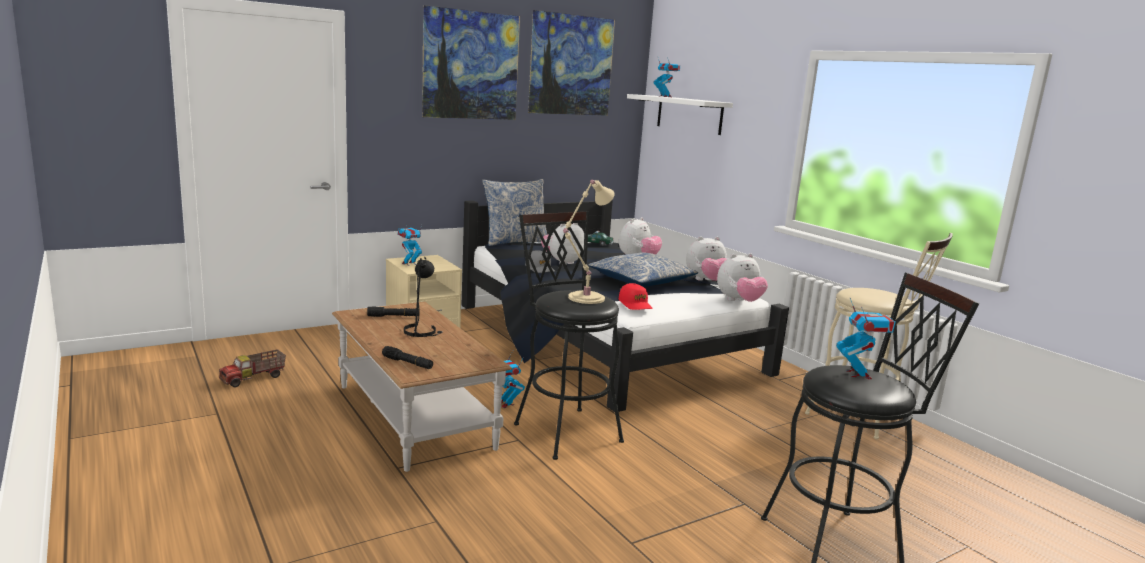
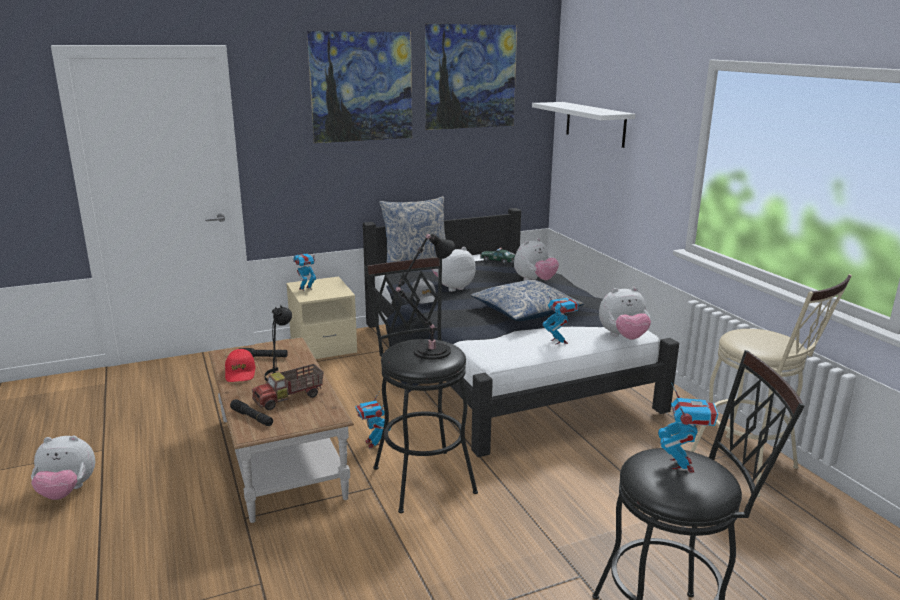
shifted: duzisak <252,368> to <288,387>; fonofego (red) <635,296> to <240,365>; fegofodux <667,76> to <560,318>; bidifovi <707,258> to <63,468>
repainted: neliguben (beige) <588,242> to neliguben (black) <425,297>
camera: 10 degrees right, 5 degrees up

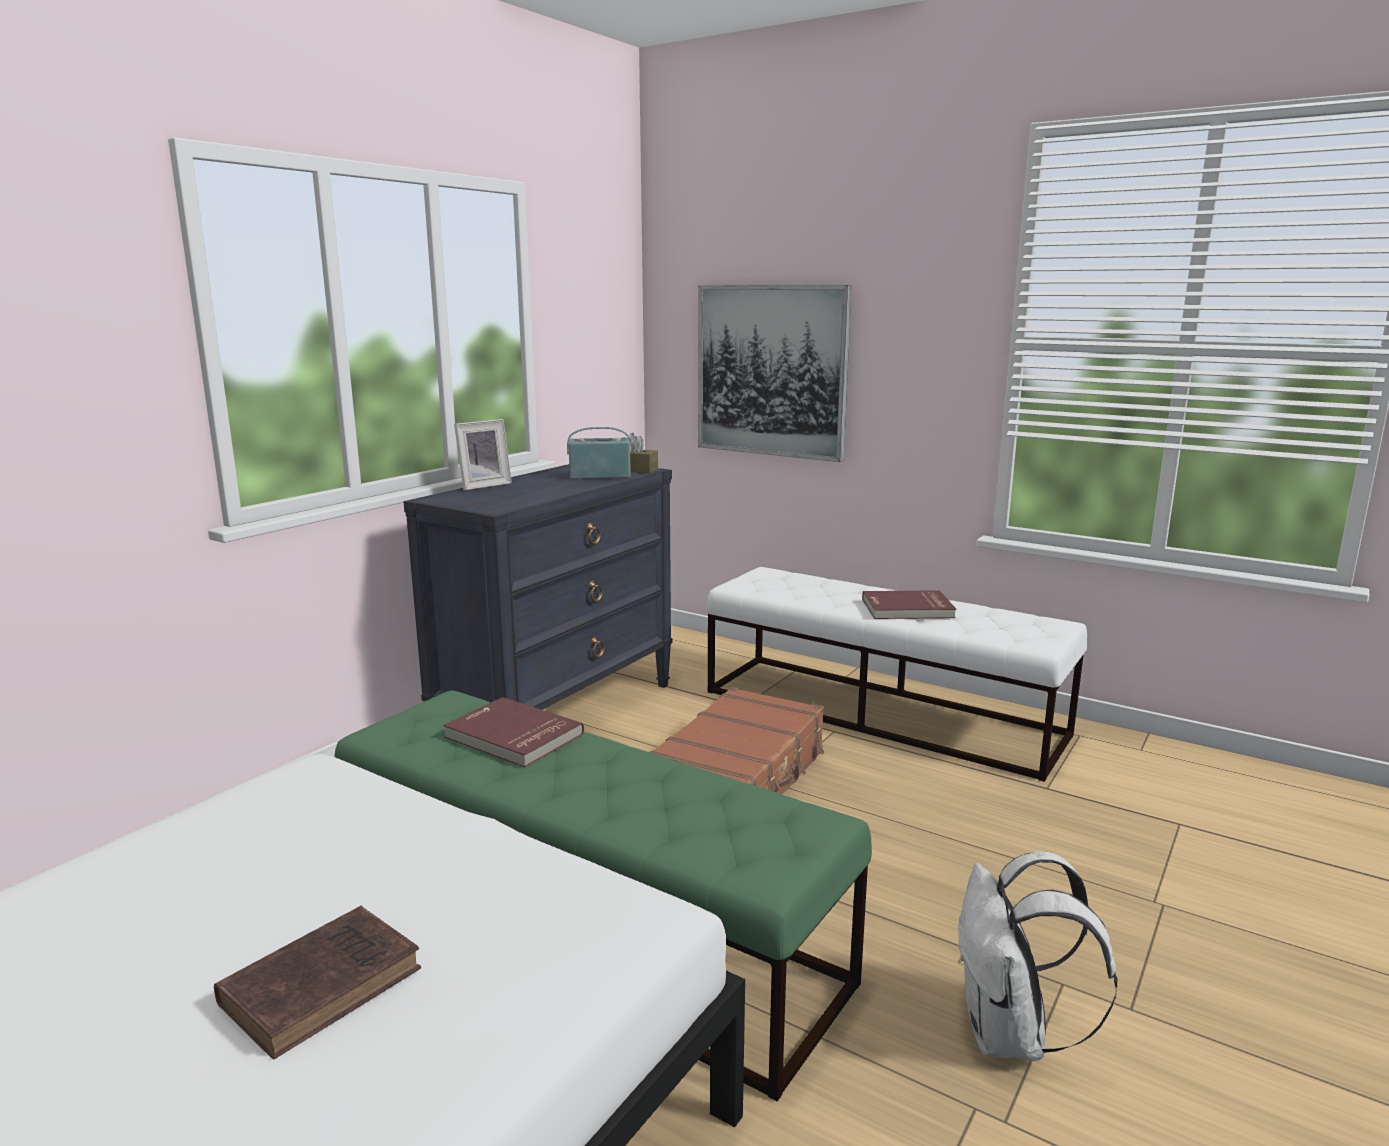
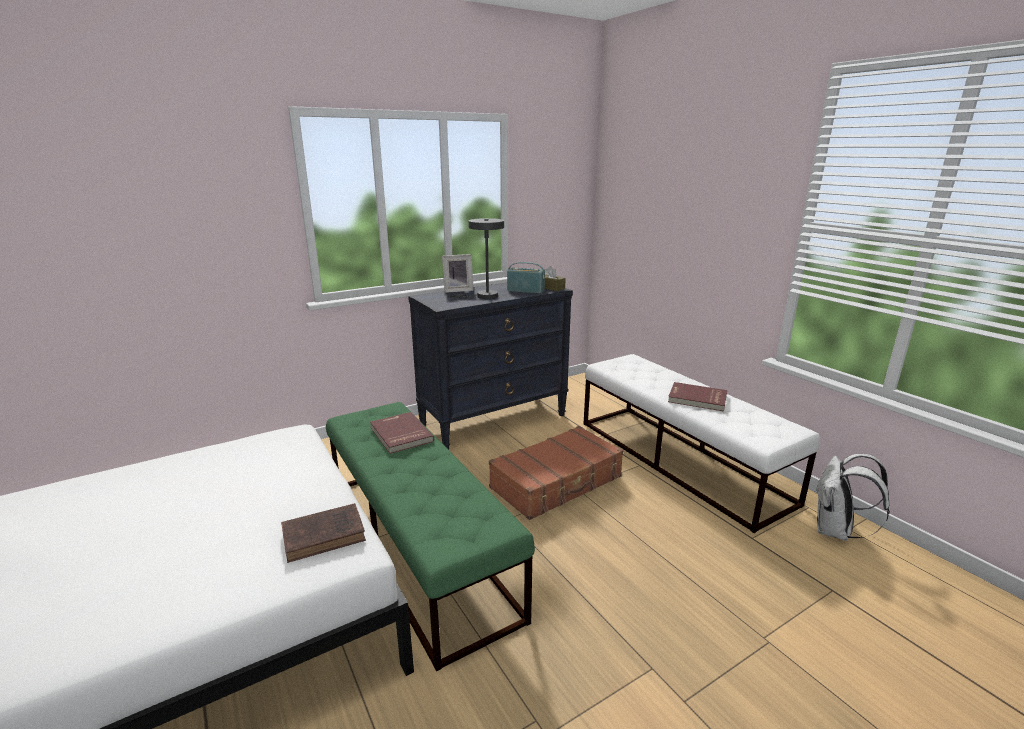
gone: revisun <775,373>
new: neliguben (grey) <477,258>
shifted: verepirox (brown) <317,982> to <323,533>; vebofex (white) <1038,956> to <853,497>
camera: 25 degrees right, 5 degrees up

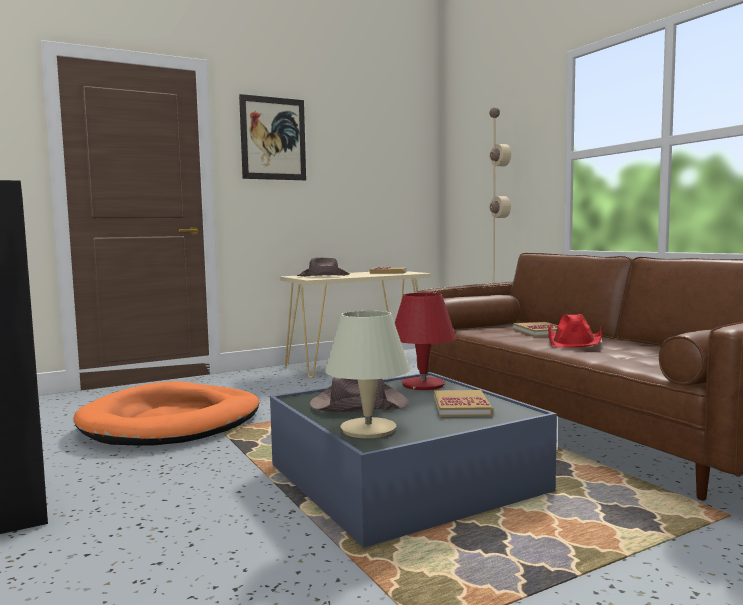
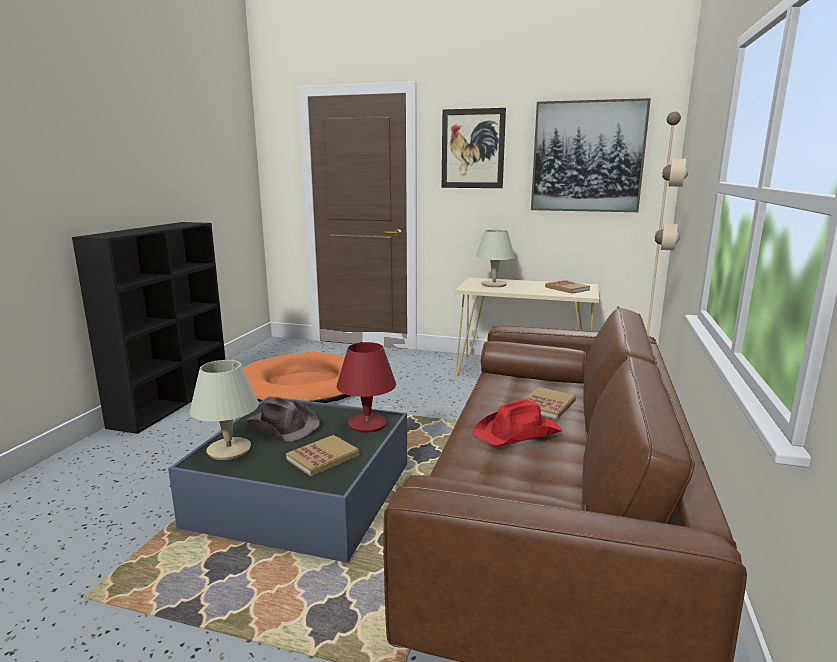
new: revisun <591,155>
swapped: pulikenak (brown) <323,267> to neliguben (beige) <495,258>
camera: 45 degrees right, 10 degrees up

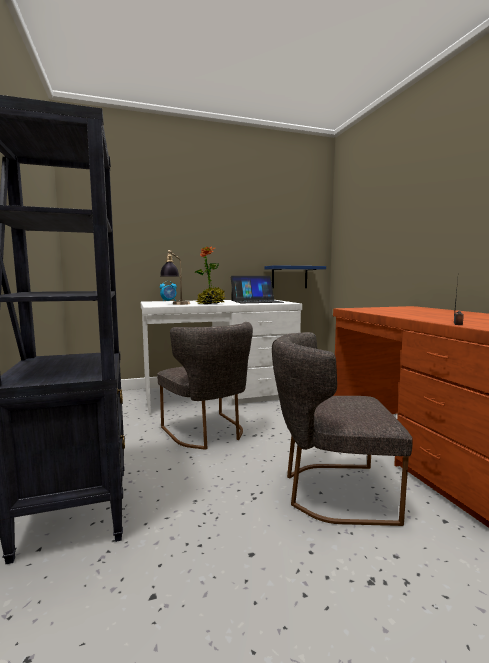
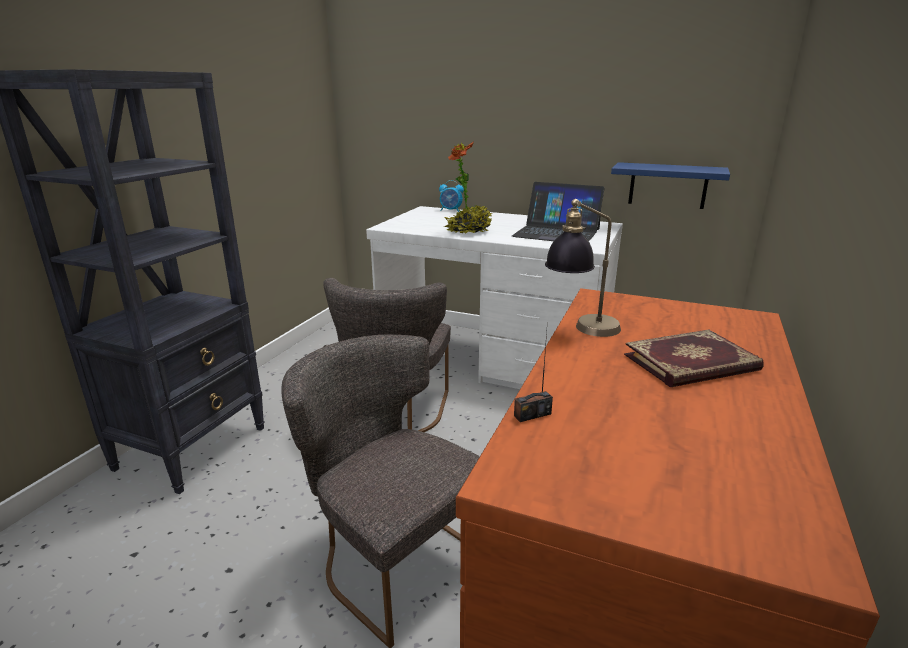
new: verepirox <694,358>
shifted: neliguben <175,277> to <583,268>
camera: 40 degrees right, 15 degrees up

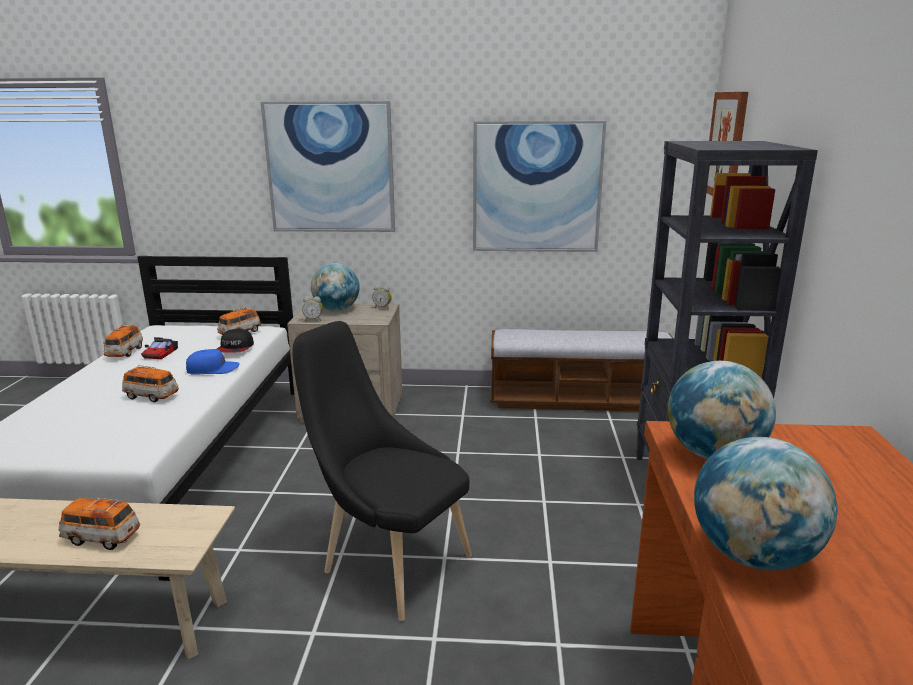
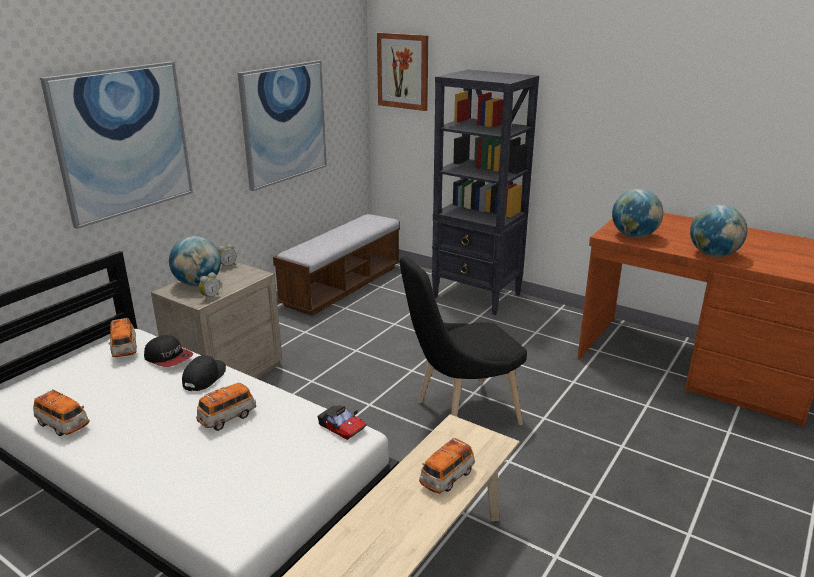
shifted: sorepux <159,348> to <342,422>
repainted: fonofego (blue) <213,362> to fonofego (black) <204,373>
camera: 60 degrees left, 5 degrees up

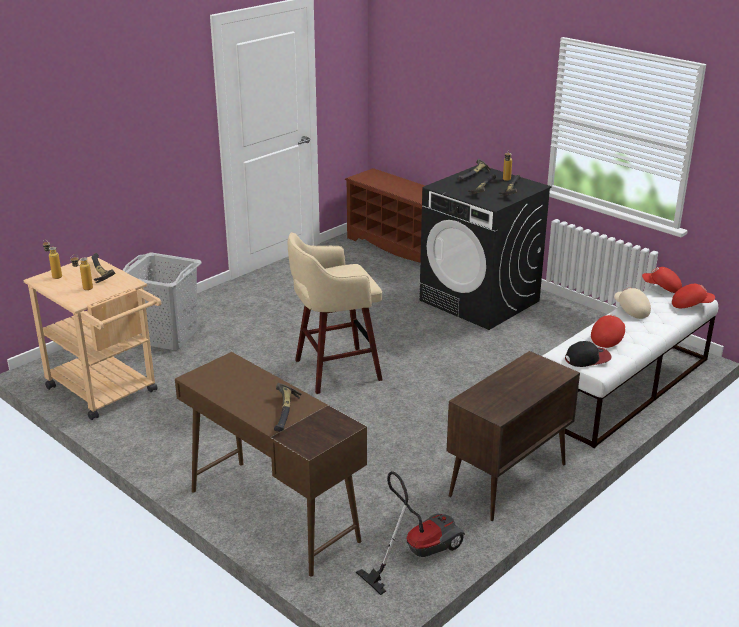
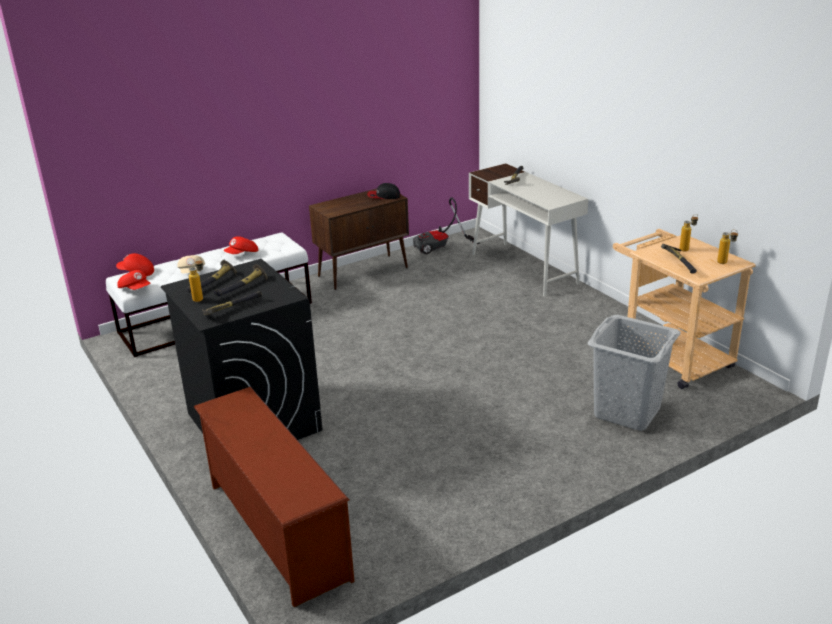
gone: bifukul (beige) <335,313>
shifted: fonofego <588,354> to <384,191>
repainted: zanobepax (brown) <271,464> to zanobepax (white) <528,229>
camera: 165 degrees left, 0 degrees up

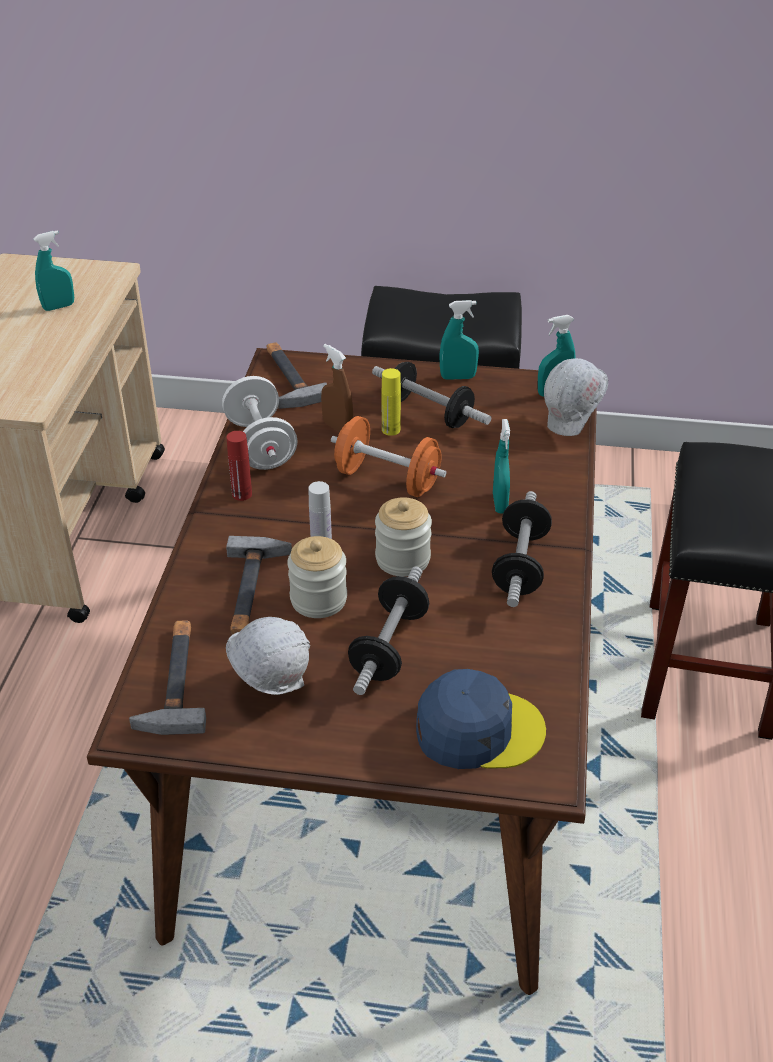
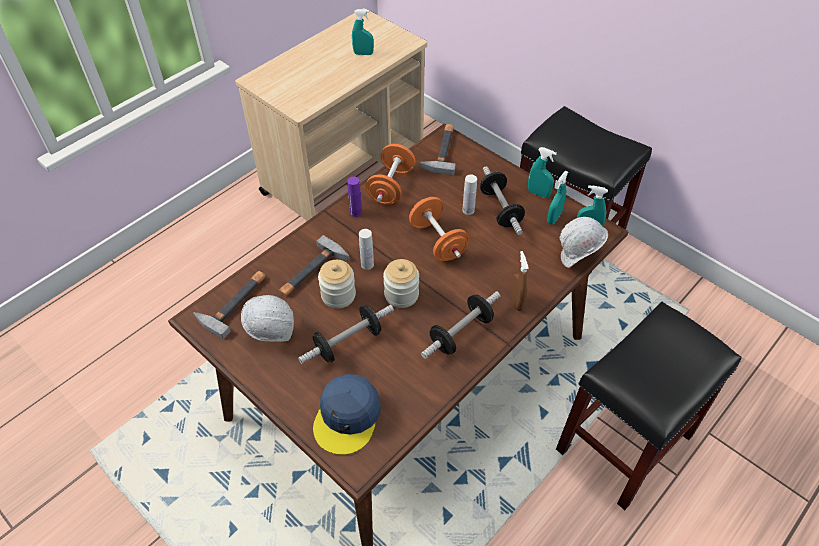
shifted: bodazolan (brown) <337,388> to <520,281>; bodazolan (turquoise) <501,466> to <557,198>
repainted: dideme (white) <260,423> to dideme (orange) <391,174>; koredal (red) <239,466> to koredal (purple) <354,196>; koredal (yellow) <391,402> to koredal (white) <469,195>
rotated: fonofego (blue) <481,719> = <347,414> 75 degrees clockwise
camera: 35 degrees right, 10 degrees up

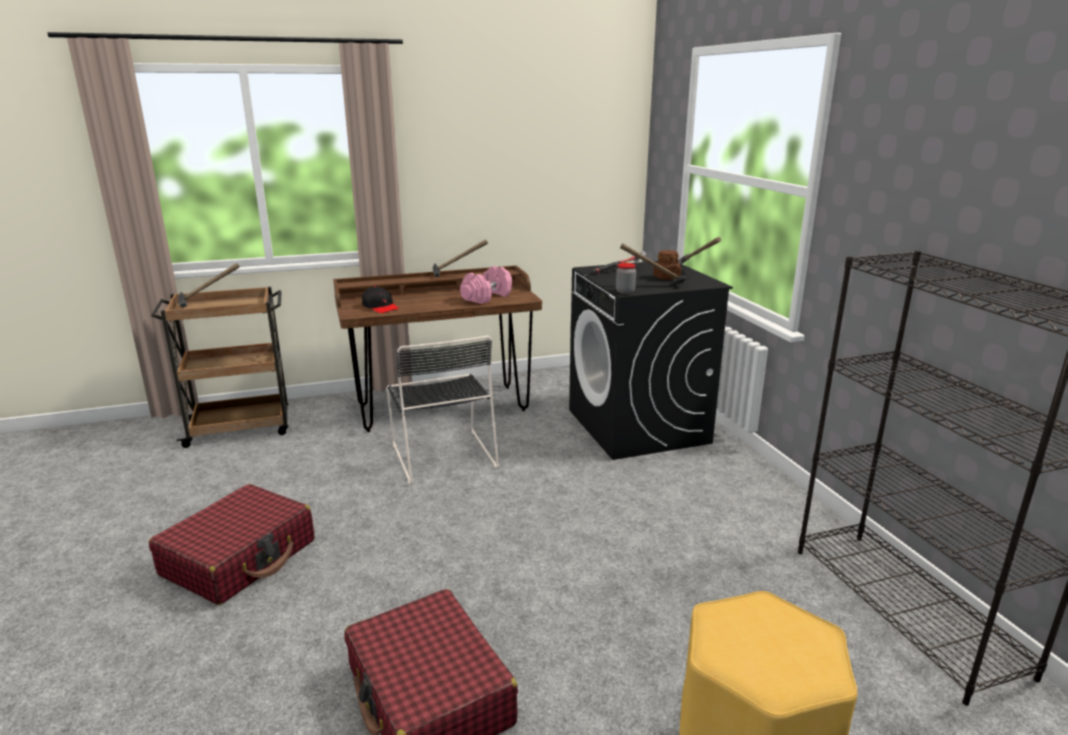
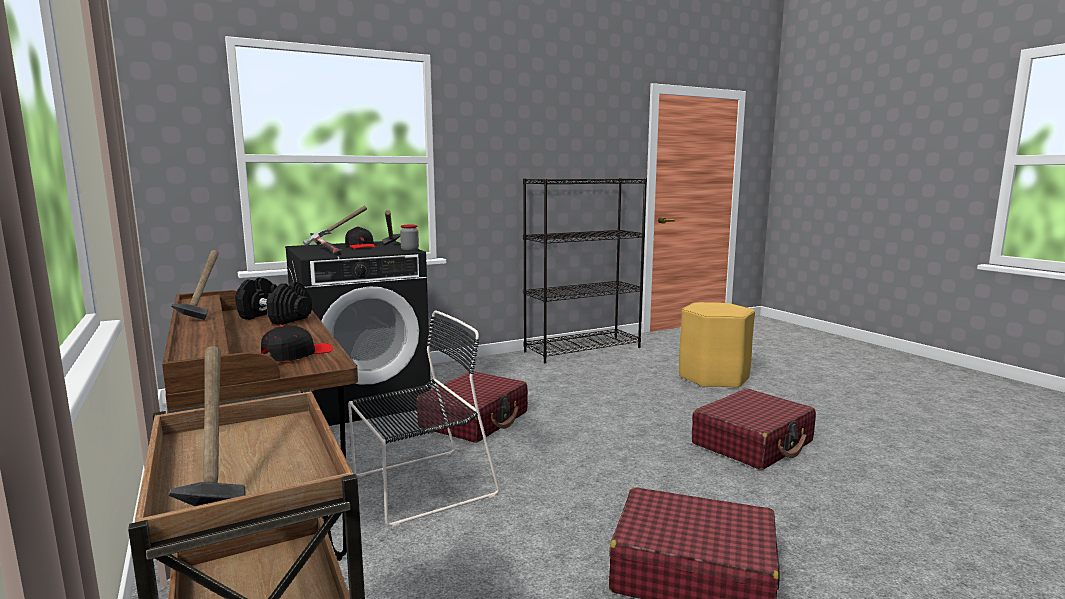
new: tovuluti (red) <472,407>
swapped: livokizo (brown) <667,265> to fonofego (black) <360,237>
repainted: dideme (pink) <486,285> to dideme (black) <273,301>
camera: 100 degrees left, 10 degrees down

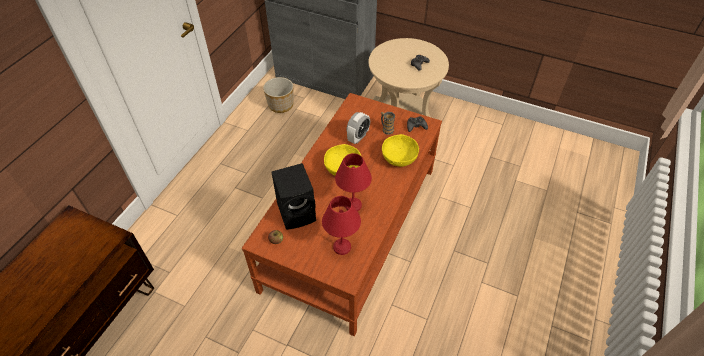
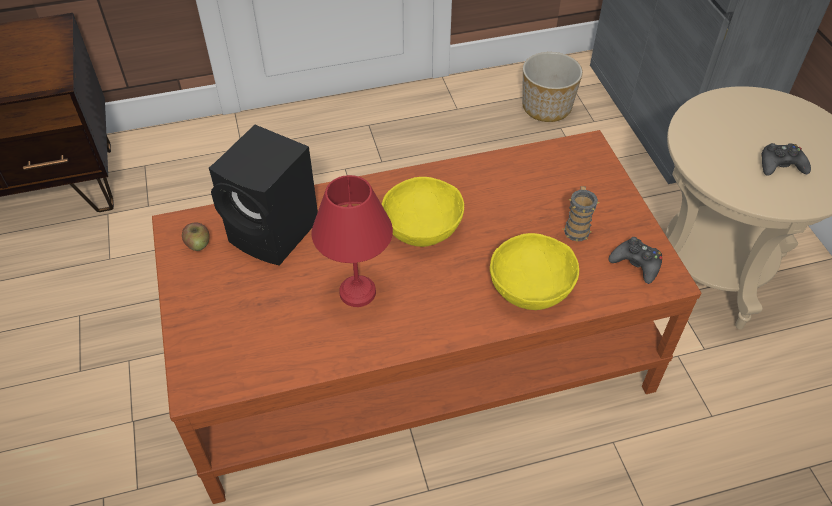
gone: neliguben (red) <341,225>; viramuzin <358,128>
camera: 50 degrees right, 0 degrees up

